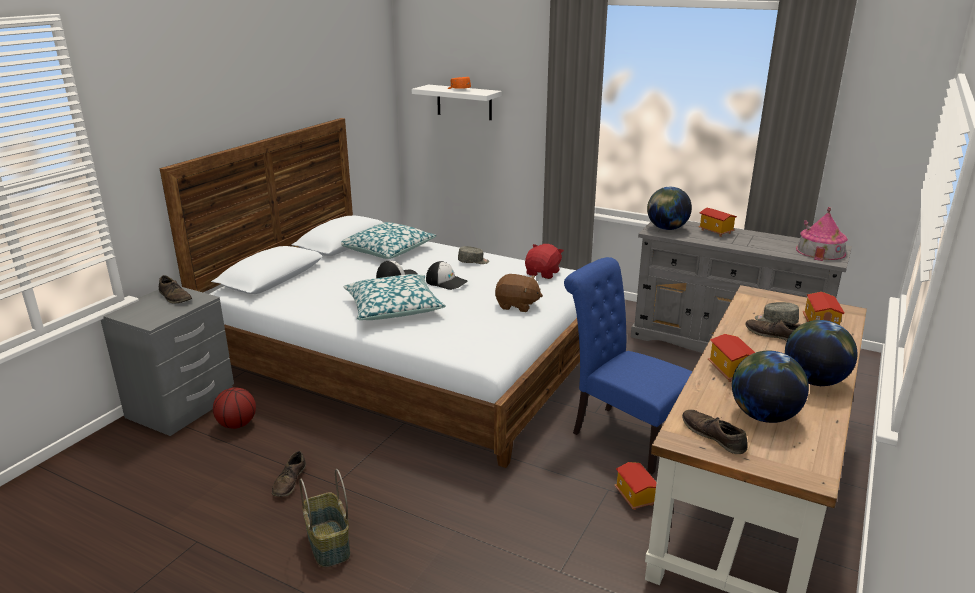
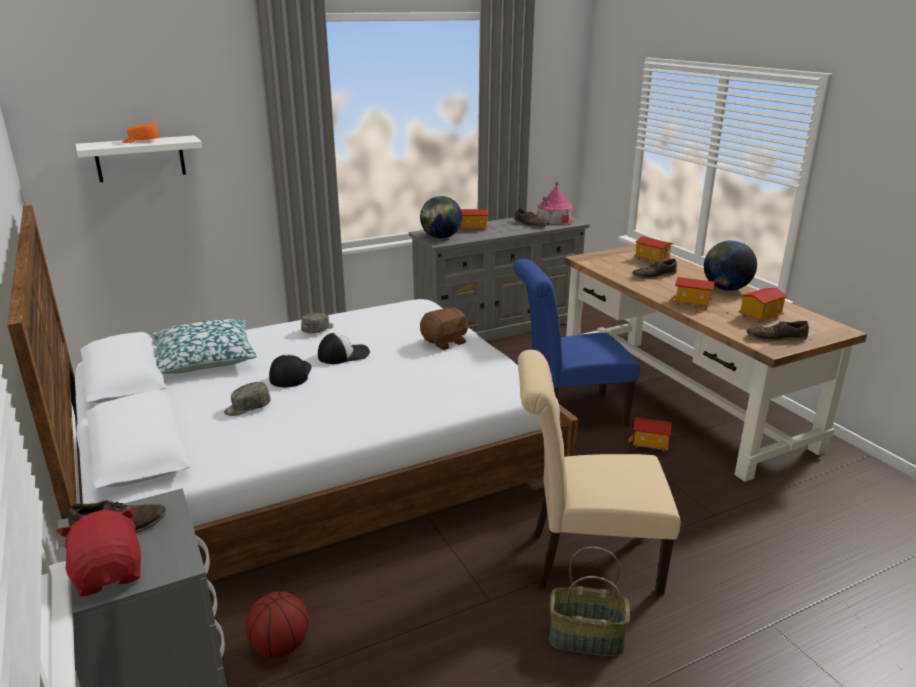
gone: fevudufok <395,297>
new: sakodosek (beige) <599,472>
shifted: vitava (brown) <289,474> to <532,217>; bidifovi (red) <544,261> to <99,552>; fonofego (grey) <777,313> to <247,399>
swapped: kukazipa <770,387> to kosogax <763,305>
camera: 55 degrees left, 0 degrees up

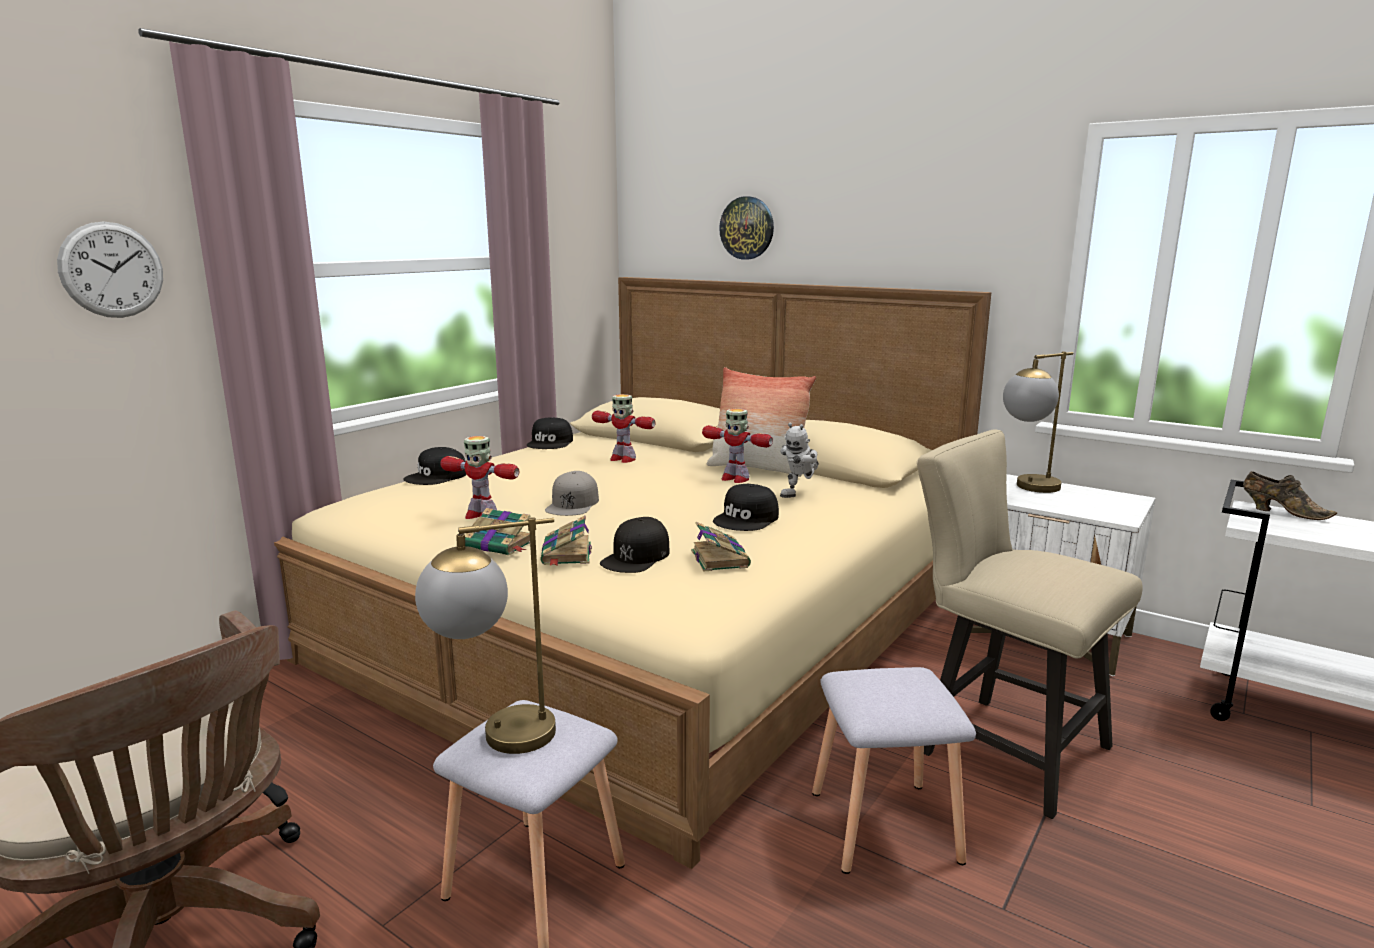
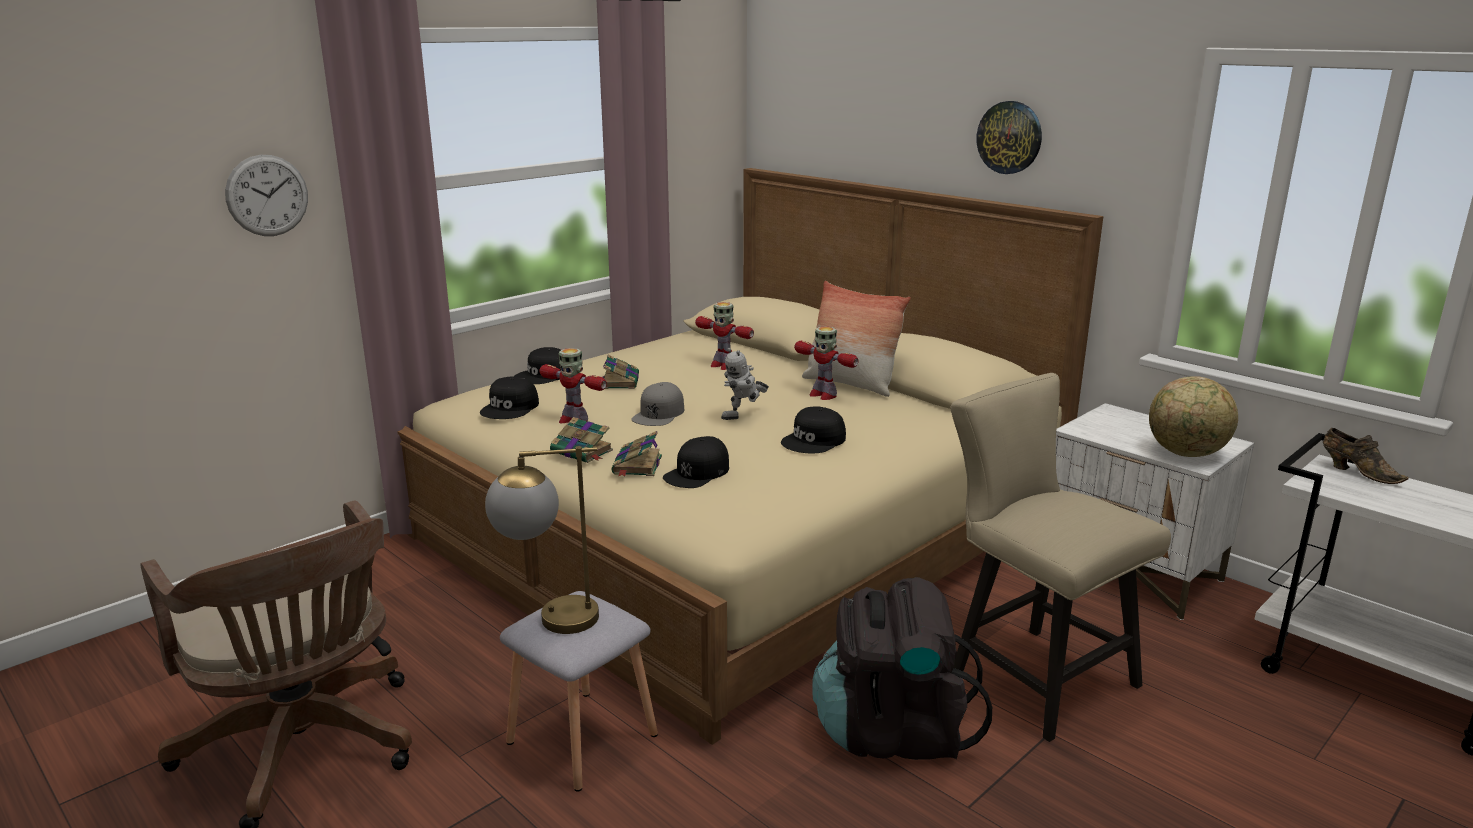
gone: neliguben <1038,422>
new: kukazipa <1193,416>
shifted: fonofego (black) <549,433> to <509,398>; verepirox <721,547> to <620,372>; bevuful <746,228> to <1009,137>; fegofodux <799,460> to <745,384>
swapped: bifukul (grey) <894,770> to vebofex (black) <902,668>
camera: 10 degrees right, 5 degrees up

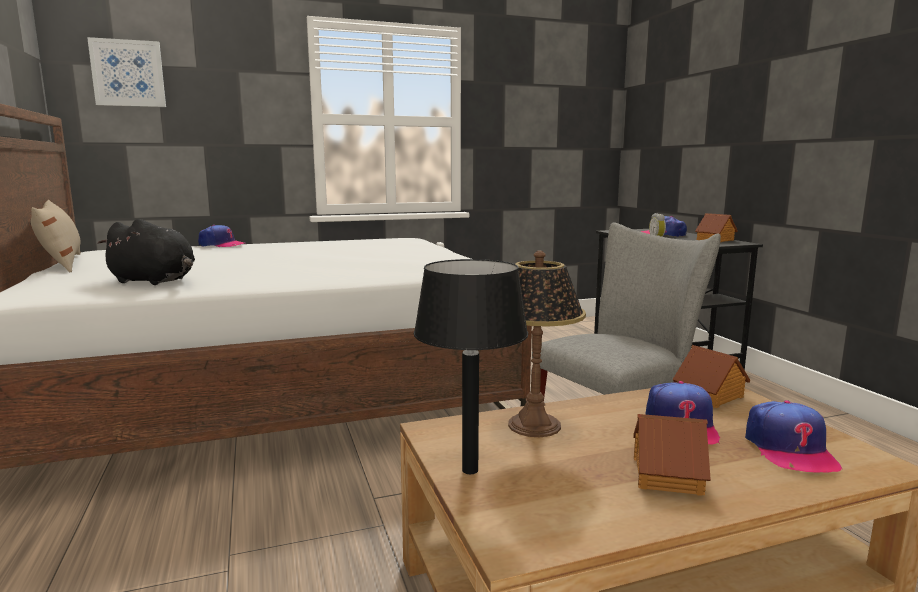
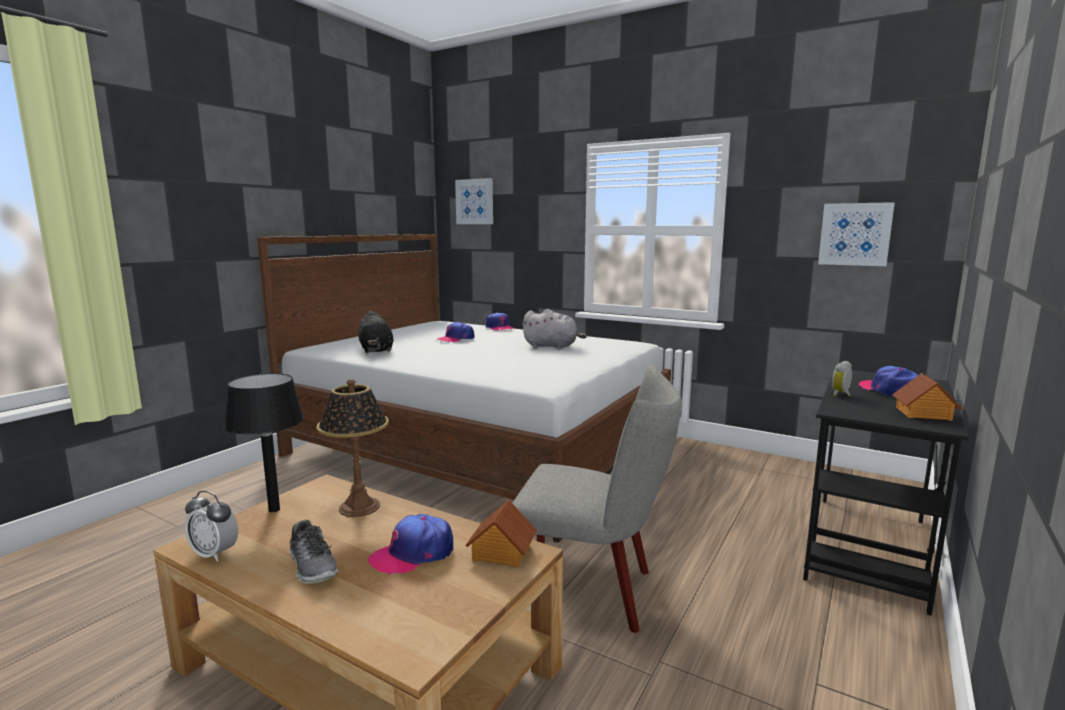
gone: fevudufok (beige) <56,236>
new: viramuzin <211,526>; bidifovi (grey) <554,329>; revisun <856,234>
shifted: fonofego <794,436> to <455,332>
swapped: kosogax <672,455> to vitava <314,552>
camera: 50 degrees right, 0 degrees up

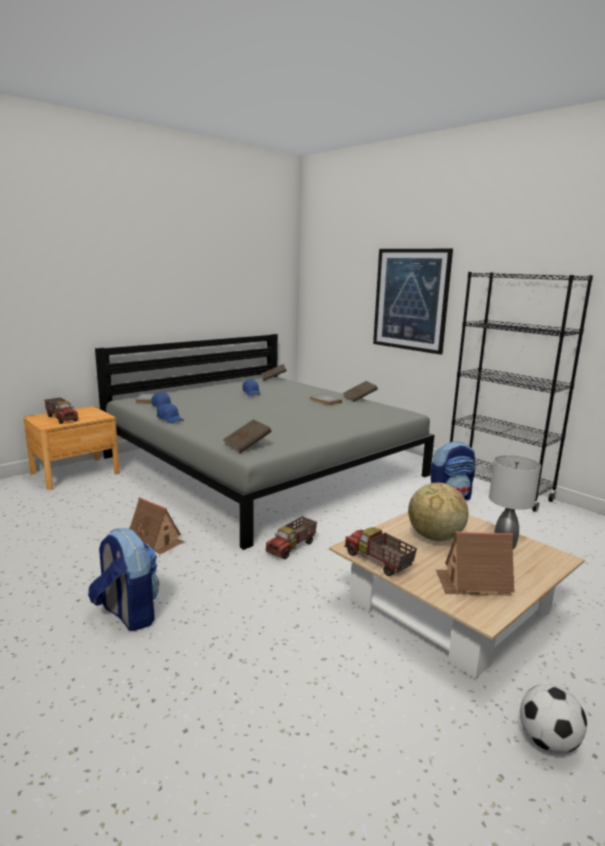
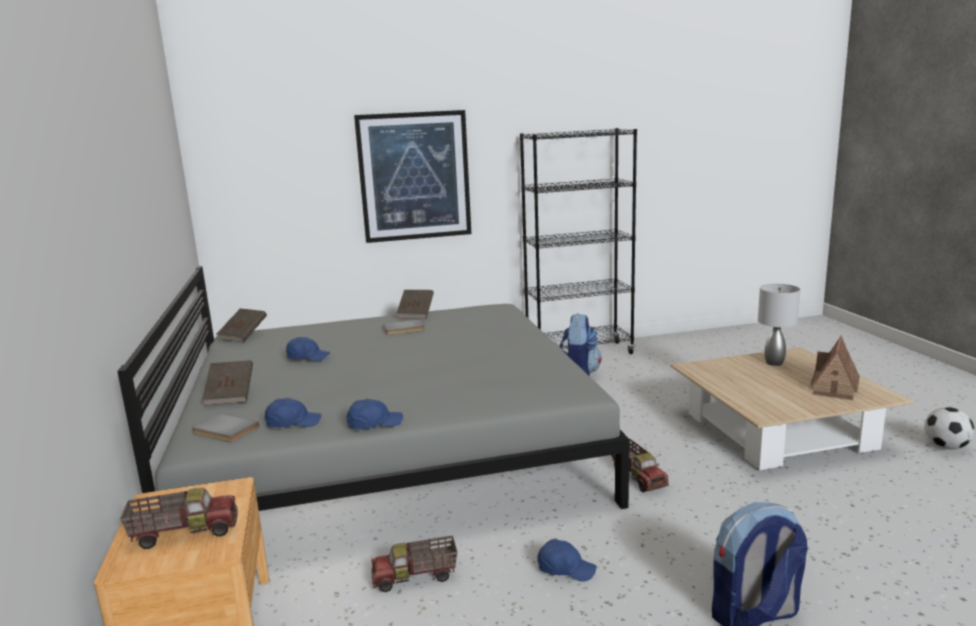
gone: kukazipa <438,512>
shifted: verepirox (brown) <247,436> to <227,383>; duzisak <381,551> to <414,563>
swapped: kosogax <157,525> to fonofego (blue) <566,560>
camera: 60 degrees left, 0 degrees up

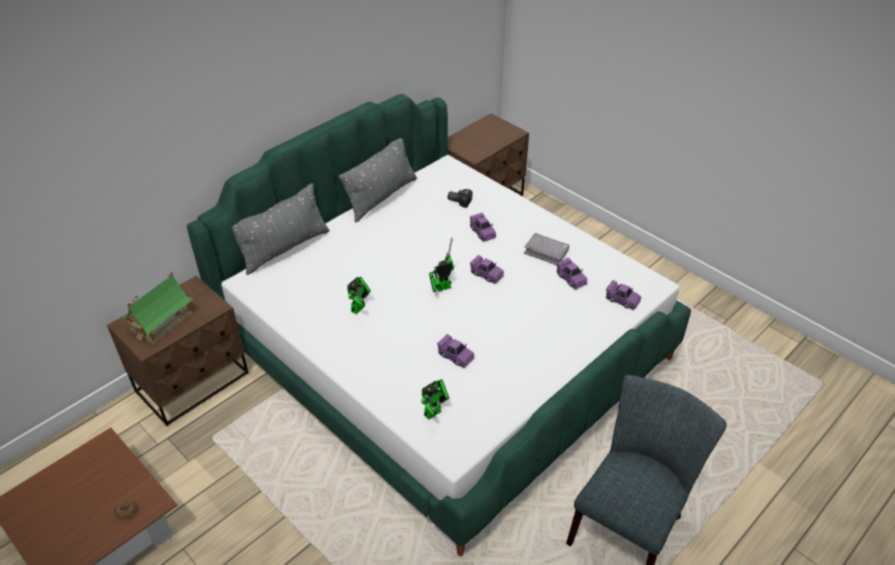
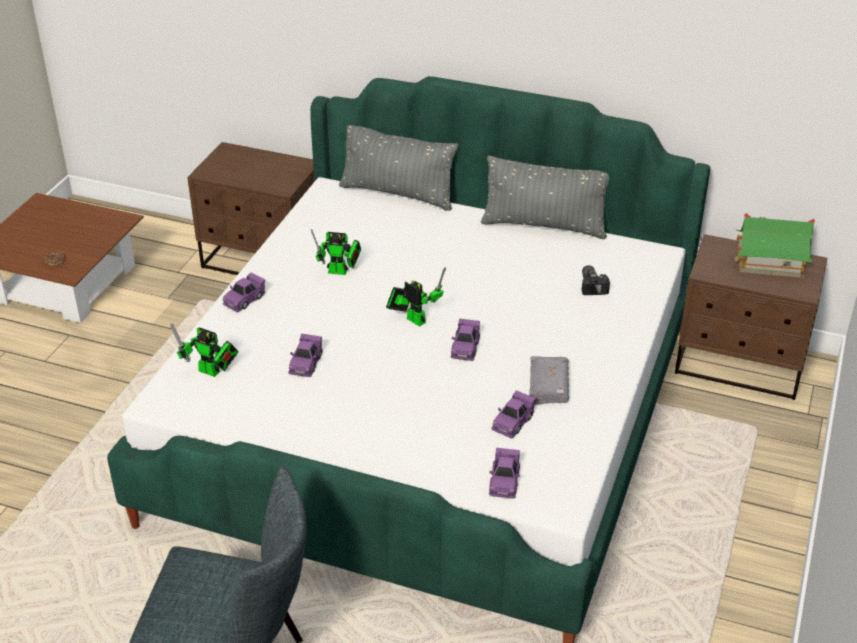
shifted: kosogax <157,308> to <774,245>; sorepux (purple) <483,227> to <244,292>
camera: 65 degrees right, 5 degrees down

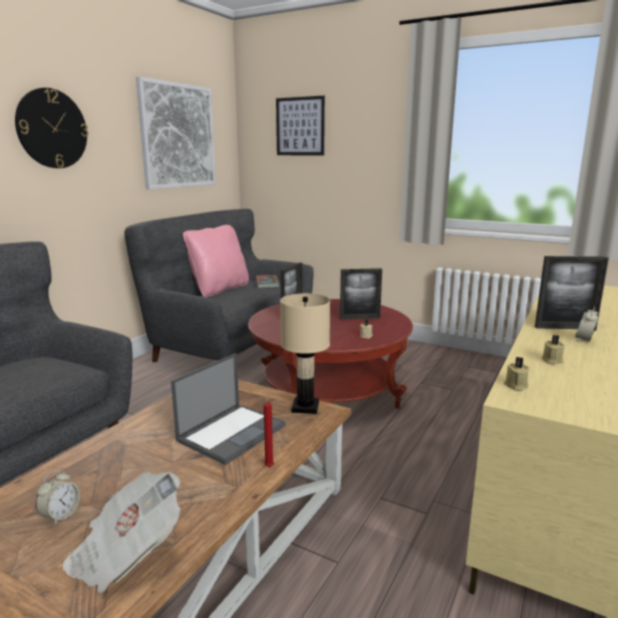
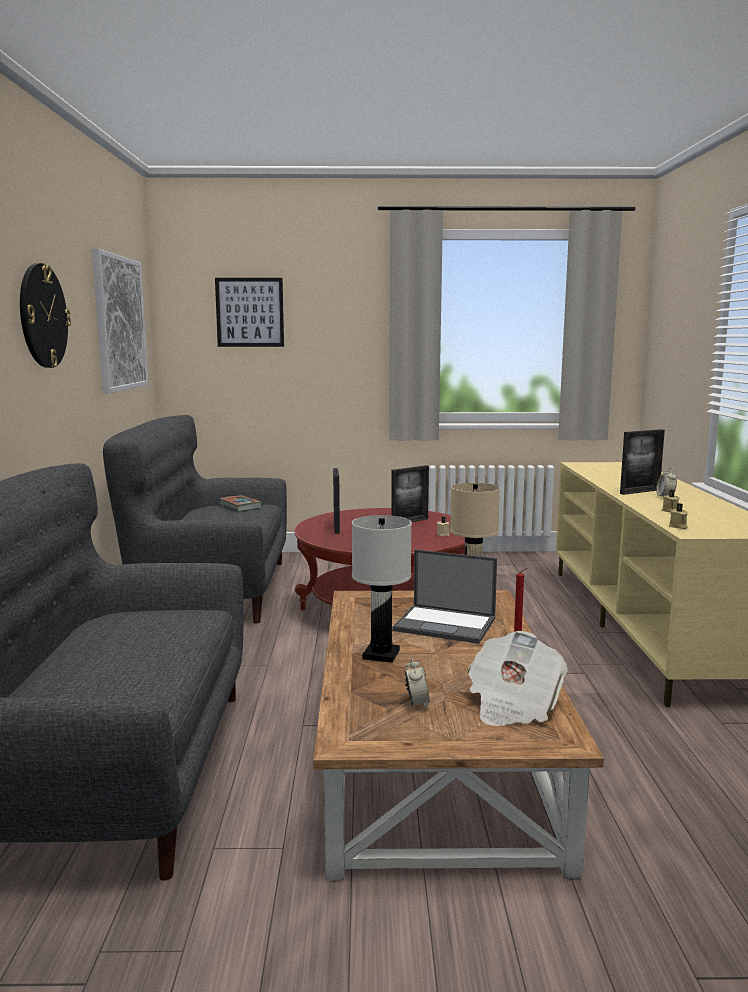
gone: fevudufok (pink) <216,261>
new: neliguben (white) <382,589>
rotated: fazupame <228,409> = <444,597> 105 degrees clockwise
camera: 30 degrees left, 5 degrees down

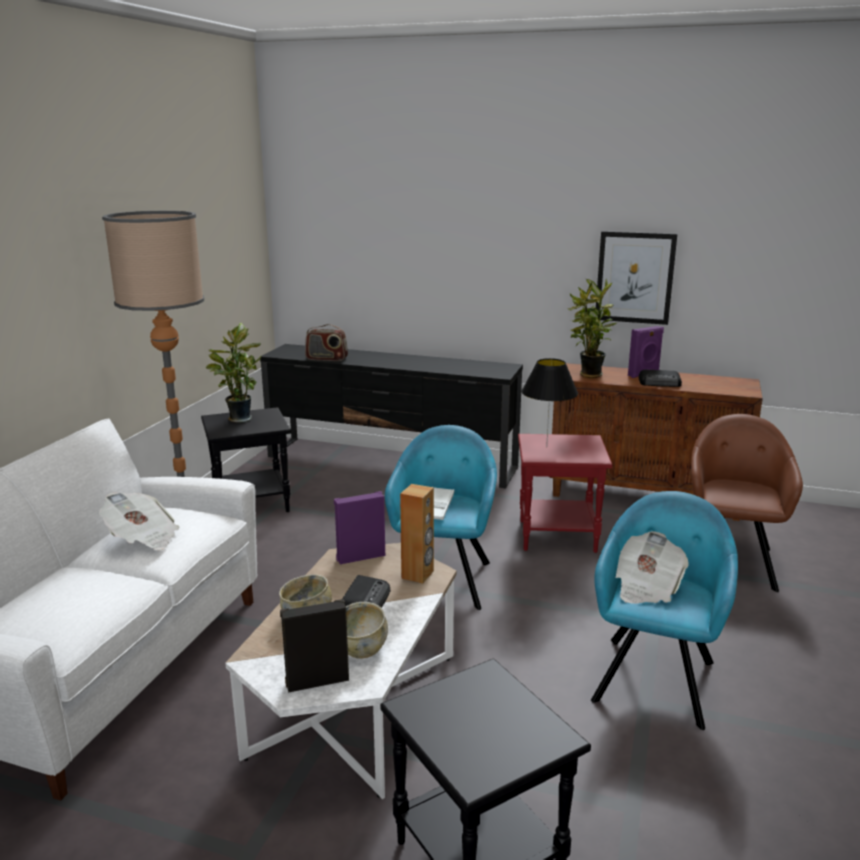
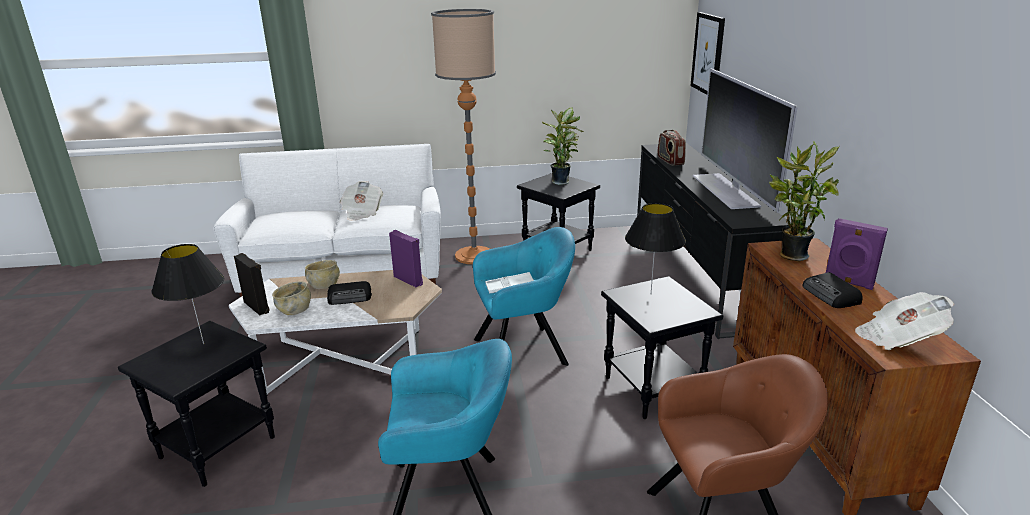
gone: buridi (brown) <417,534>
new: neliguben (black) <187,294>; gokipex <745,140>
shifted: revisun <636,278> to <707,53>; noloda <652,567> to <905,321>
repainted: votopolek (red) <565,493> to votopolek (black) <662,347>
camera: 65 degrees right, 5 degrees up

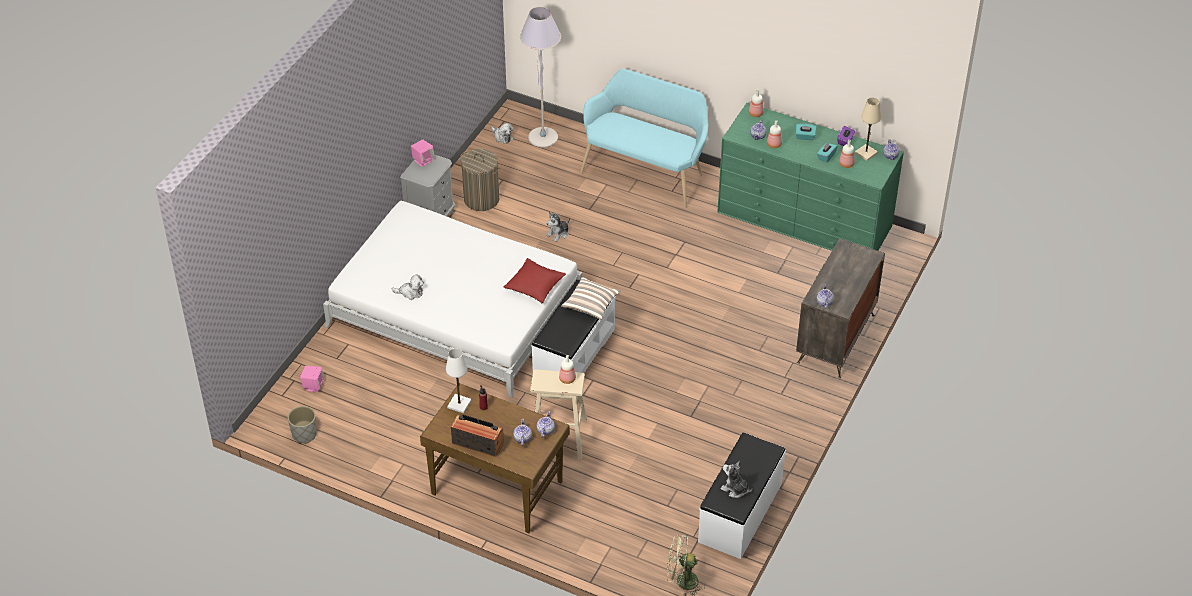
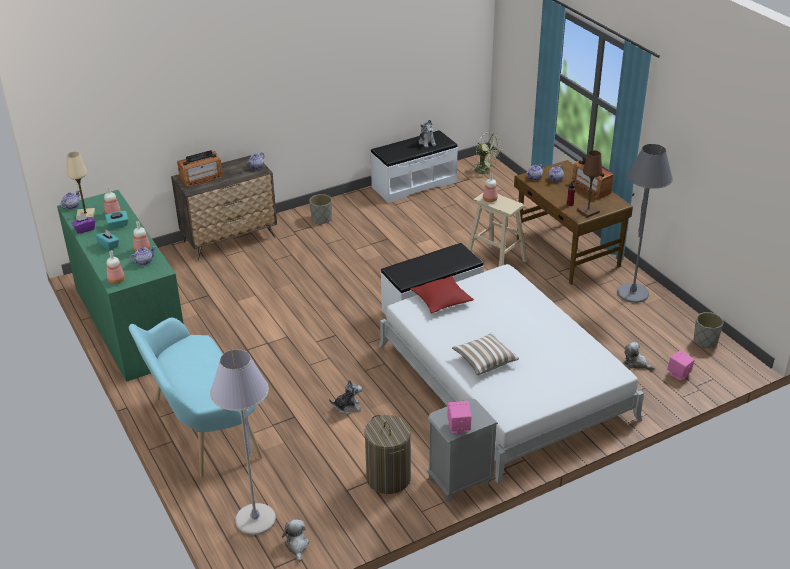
new: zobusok <200,169>; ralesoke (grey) <320,209>; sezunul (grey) <645,223>
shifted: bidifovi <408,287> to <638,356>; fevudufok <590,298> to <485,354>
repainted: neliguben (white) <458,381> to neliguben (brown) <589,184>
camera: 145 degrees left, 10 degrees down

